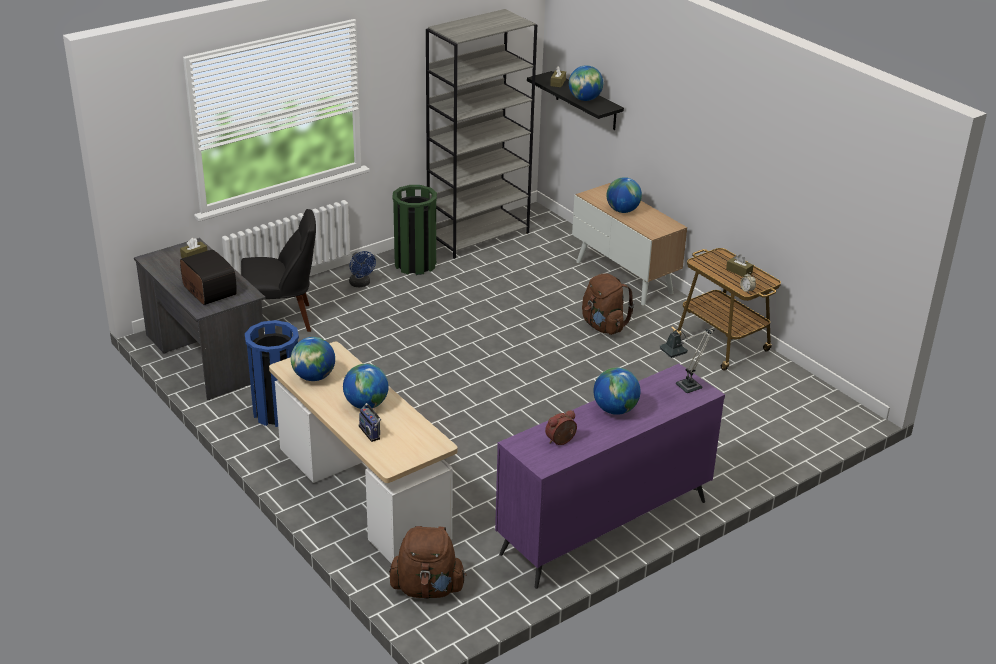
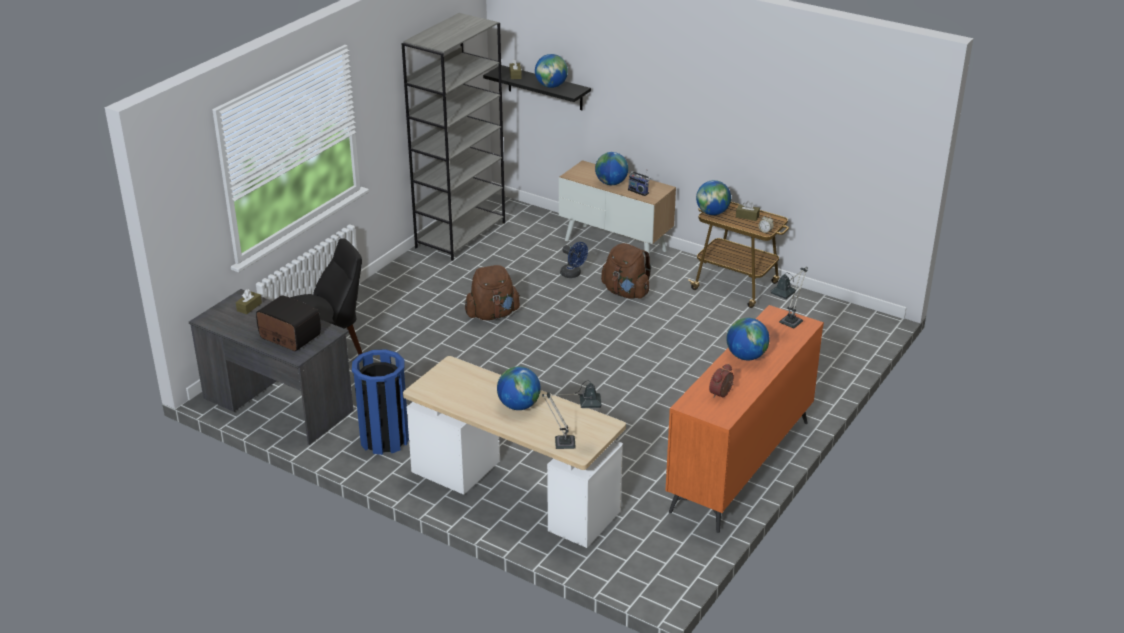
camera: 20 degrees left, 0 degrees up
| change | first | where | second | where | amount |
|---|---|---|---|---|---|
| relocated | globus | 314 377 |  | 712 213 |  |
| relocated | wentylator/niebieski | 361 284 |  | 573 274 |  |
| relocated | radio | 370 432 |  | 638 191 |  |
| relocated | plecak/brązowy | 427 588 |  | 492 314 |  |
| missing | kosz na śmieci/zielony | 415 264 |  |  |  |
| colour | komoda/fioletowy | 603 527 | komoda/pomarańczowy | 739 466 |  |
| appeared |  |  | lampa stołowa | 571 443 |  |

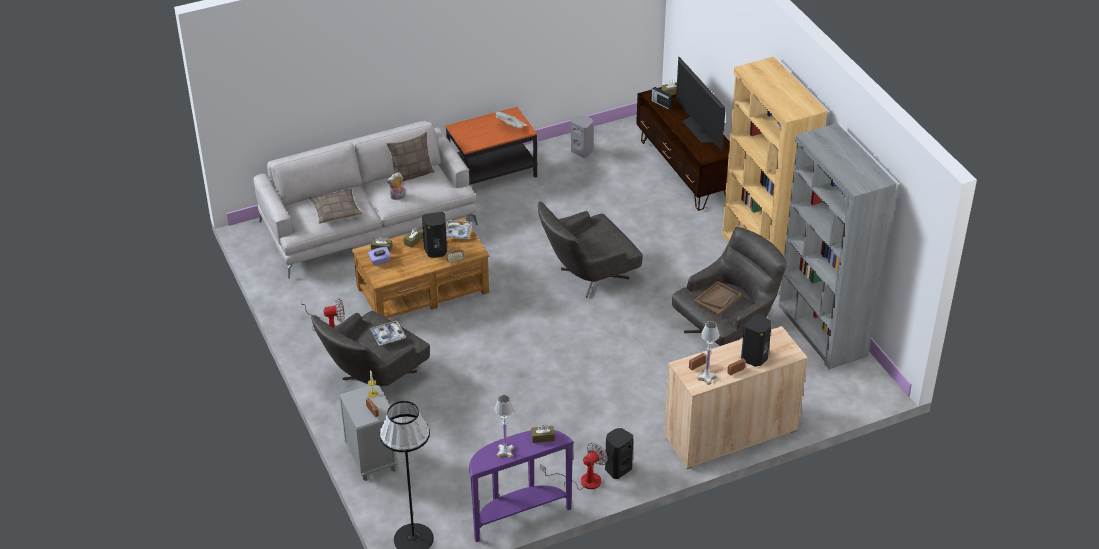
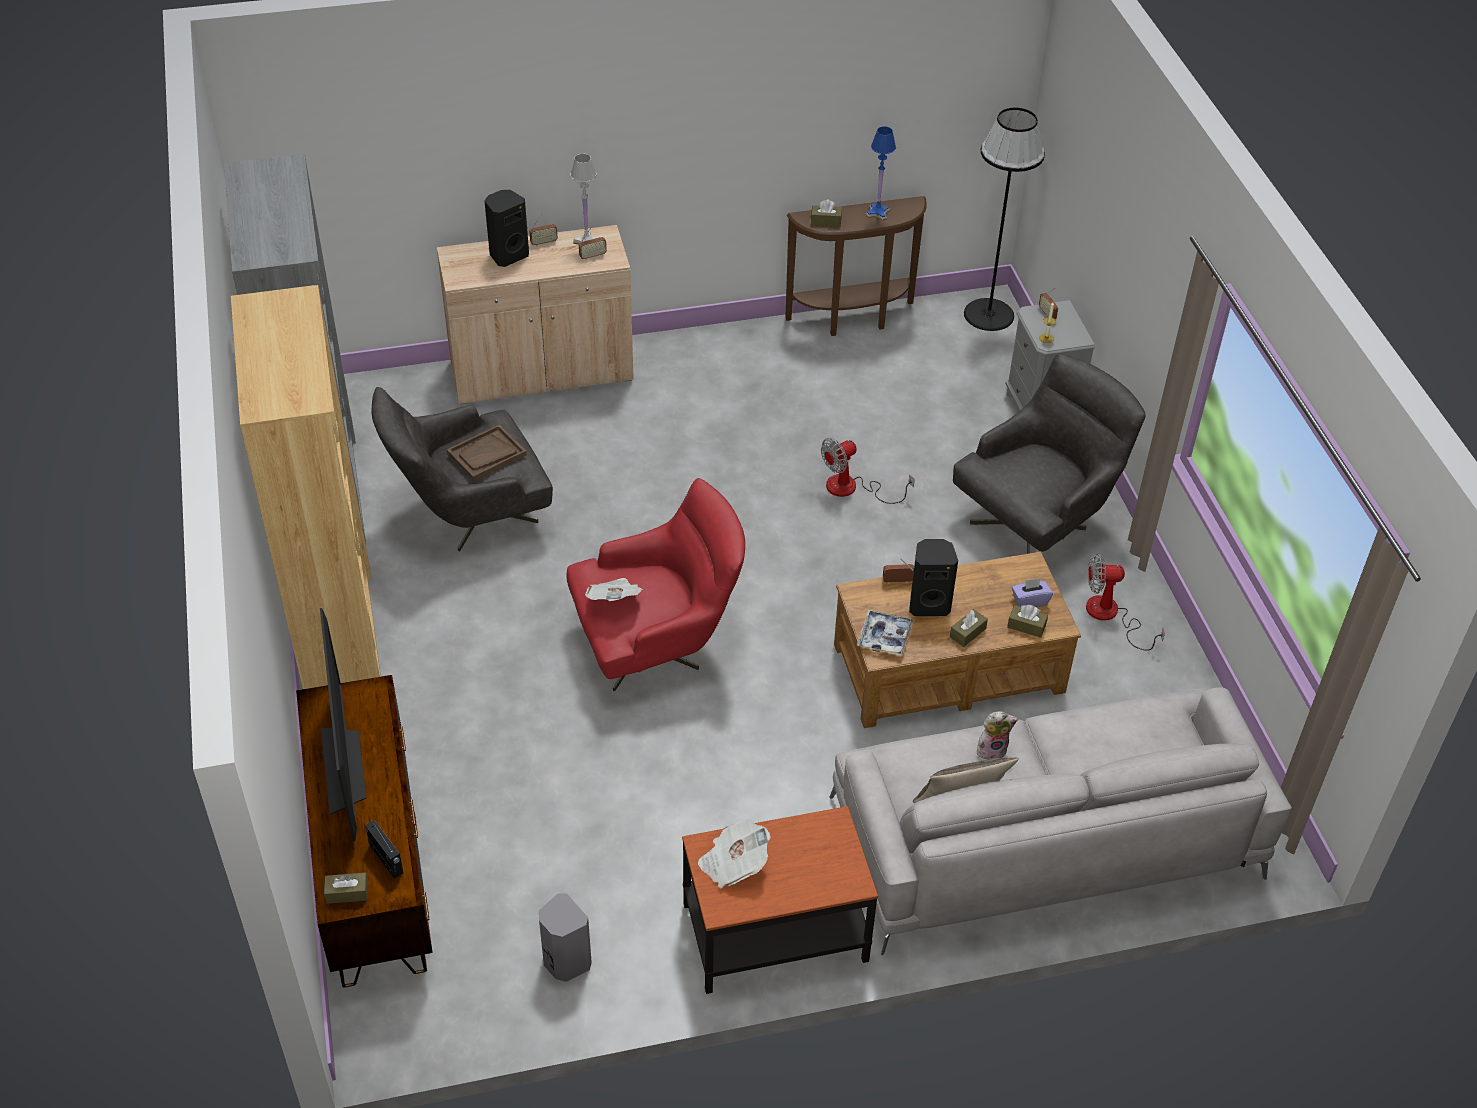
camera: 170 degrees left, 5 degrees up
| change | first | where | second | where | amount |
|---|---|---|---|---|---|
| missing | poduszka | 336 211 |  |  |  |
| missing | taca | 388 336 |  |  |  |
| colour | stolik konsolowy/fioletowy | 518 516 | stolik konsolowy/brązowy | 853 320 |  |
| colour | lampa stołowa/biały | 505 451 | lampa stołowa/niebieski | 877 213 |  |
| colour | fotel/szary | 587 278 | fotel/czerwony | 658 645 |  |
| relocated | wentylator | 582 481 |  | 852 488 |  |
| missing | głośnik/czarny | 617 469 |  |  |  |
| appeared |  |  | gazeta | 614 600 |  |

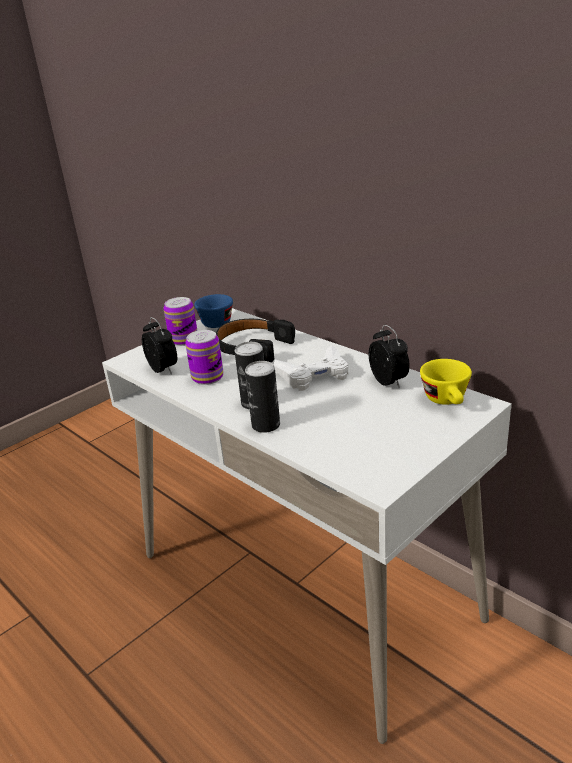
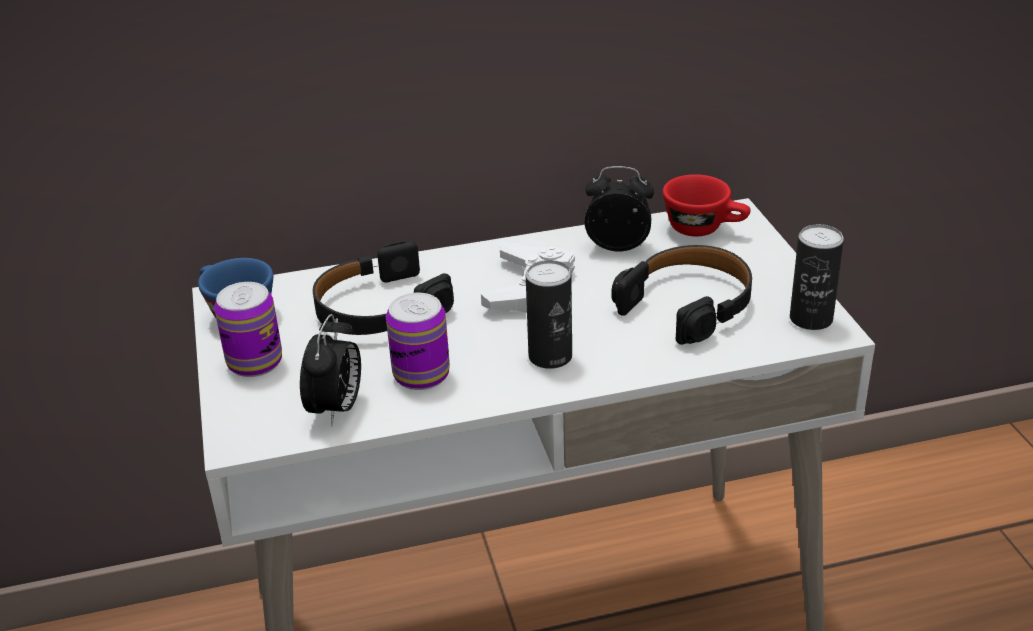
camera: 60 degrees left, 5 degrees up
| change | first | where | second | where | amount |
|---|---|---|---|---|---|
| spun | budzik | 163 370 |  | 336 409 | 105 degrees clockwise |
| relocated | puszka | 266 425 |  | 811 319 |  |
| colour | filiżanka/żółty | 447 401 | filiżanka/czerwony | 705 228 |  |
| appeared |  |  | słuchawki/czarny | 688 304 |  |

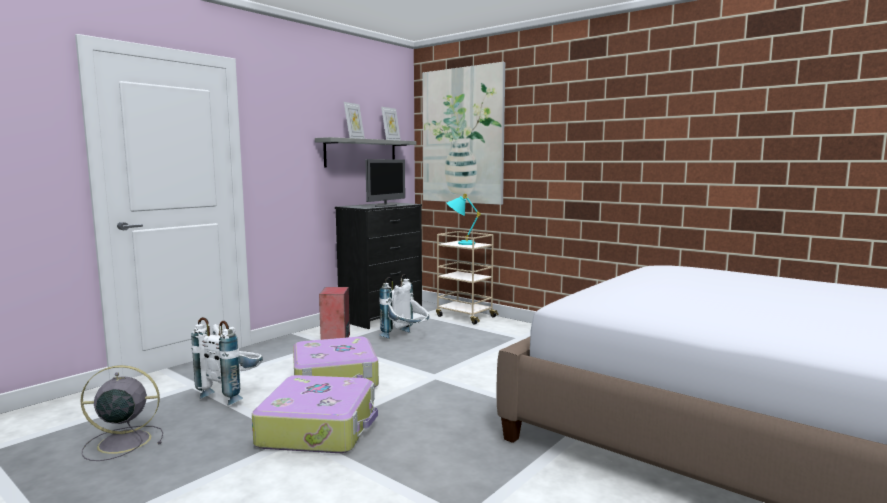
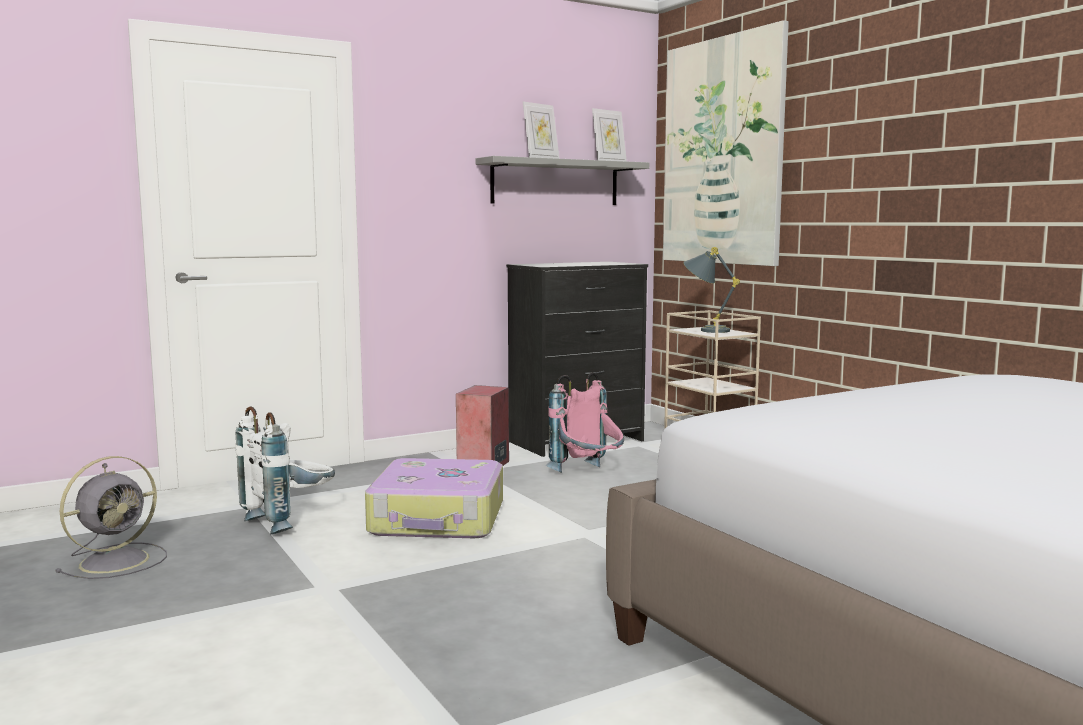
camera: 20 degrees right, 0 degrees up
| change | first | where | second | where | amount |
|---|---|---|---|---|---|
| spun | wentylator/szary | 122 442 |  | 117 560 | 120 degrees clockwise |
| missing | walizka | 319 428 |  |  |  |
| missing | monitor | 386 205 |  |  |  |
| colour | plecak/biały | 406 338 | plecak/różowy | 588 475 |  |
| colour | lampa stołowa/turkusowy | 460 243 | lampa stołowa/szary | 705 330 |  |

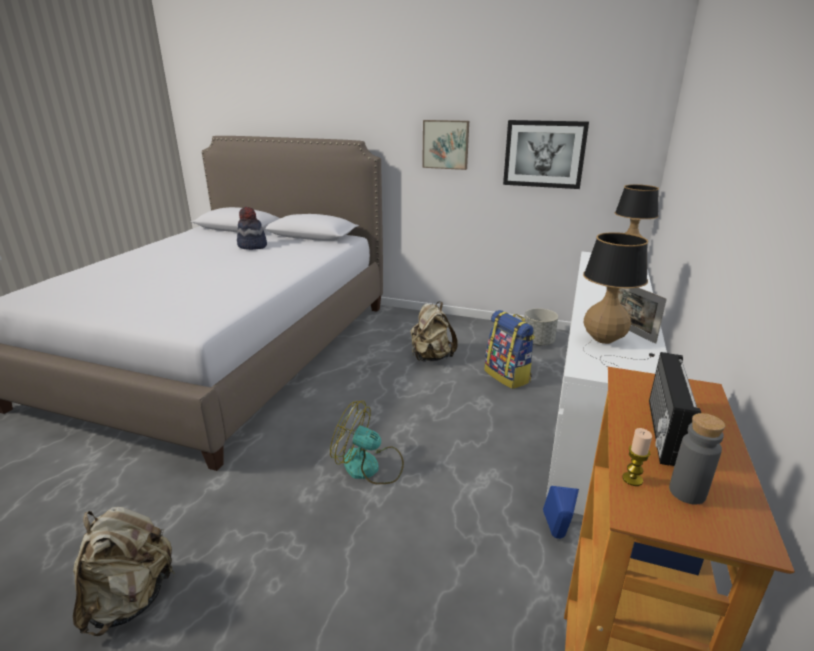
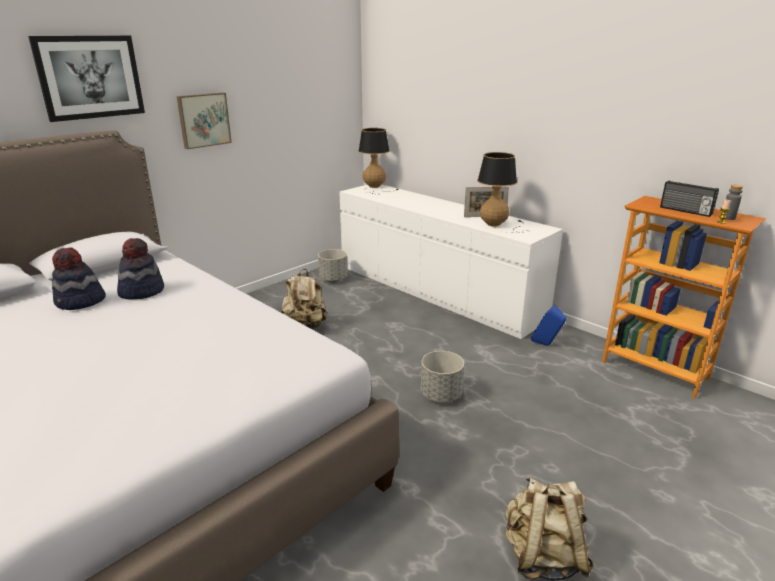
camera: 65 degrees left, 0 degrees up
| change | first | where | second | where | amount |
|---|---|---|---|---|---|
| exchanged | wentylator | 369 467 | donica/szary | 441 395 |  |
| missing | plecak | 508 376 |  |  |  |
| relocated | obraz | 544 154 |  | 90 77 |  |
| appeared |  |  | kapelusz | 141 291 |  |

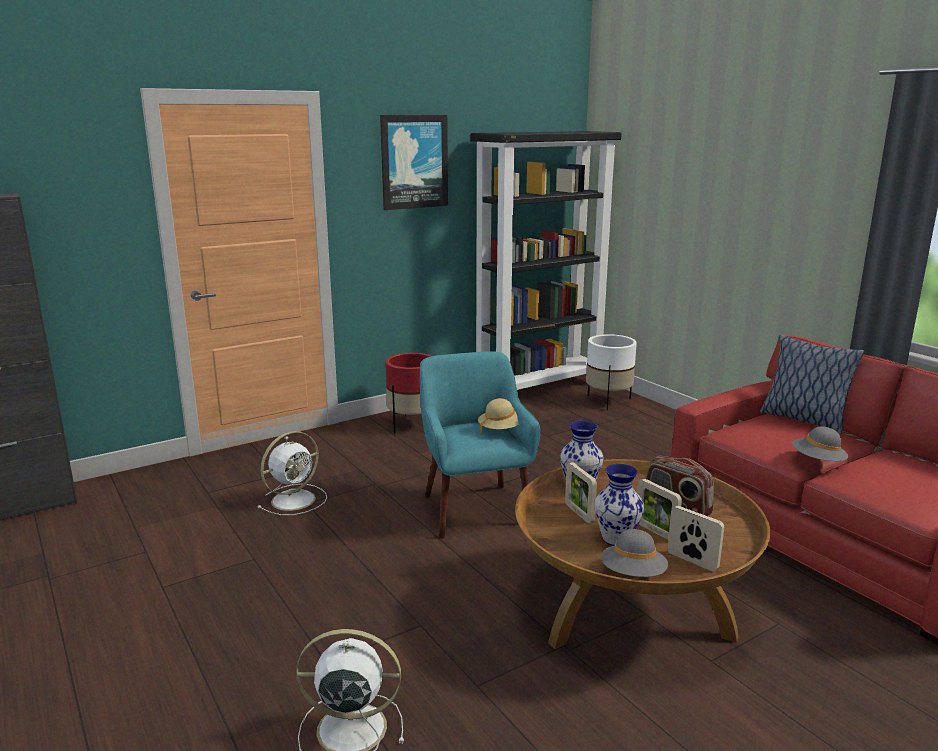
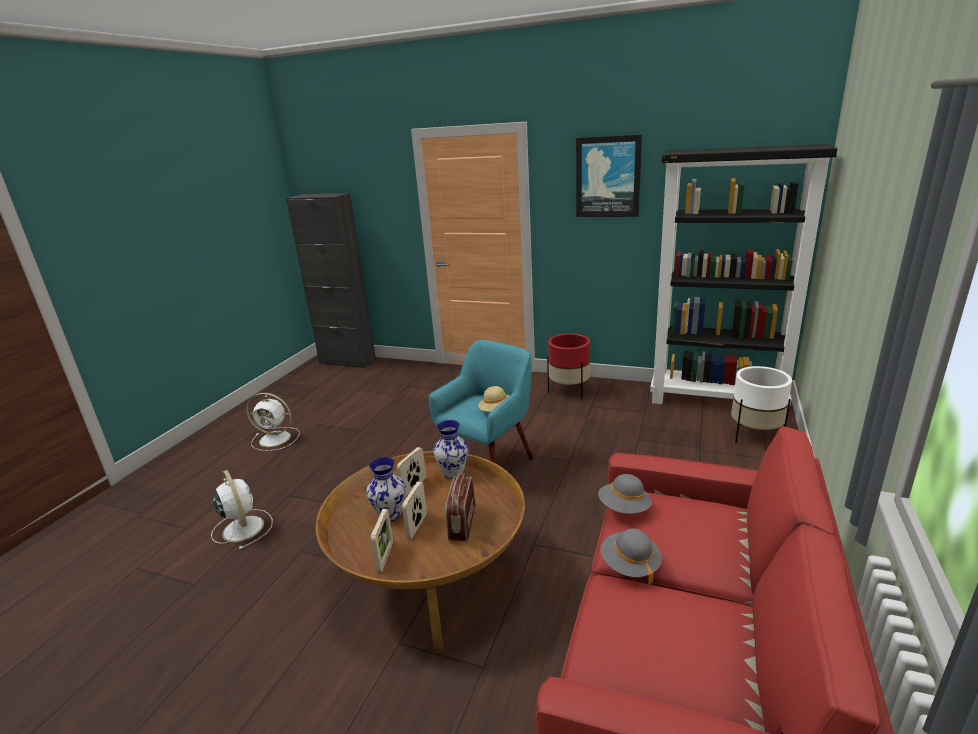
camera: 55 degrees right, 5 degrees up
| change | first | where | second | where | amount |
|---|---|---|---|---|---|
| relocated | wentylator/biały | 295 499 |  | 276 439 |  |
| relocated | kapelusz/szary | 633 574 |  | 624 508 |  |
| missing | poduszka | 802 420 |  |  |  |

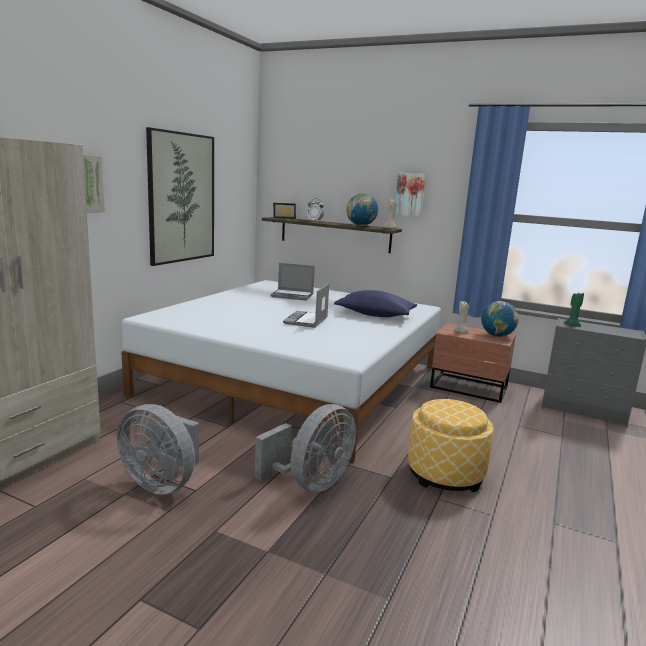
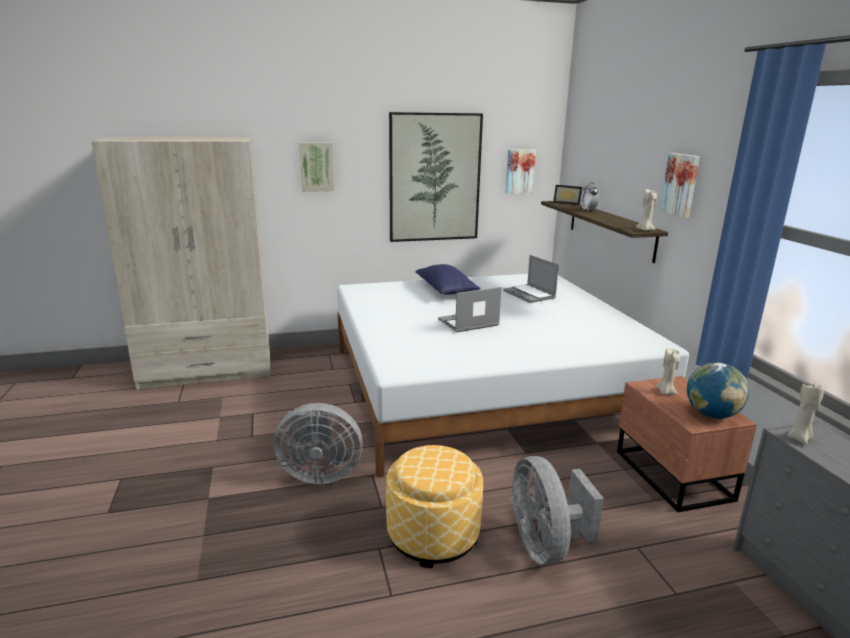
camera: 50 degrees right, 5 degrees up
| change | first | where | second | where | amount |
|---|---|---|---|---|---|
| relocated | wentylator/szary | 162 483 |  | 545 545 |  |
| relocated | poduszka/niebieski | 375 315 |  | 446 290 |  |
| missing | globus | 361 226 |  |  |  |
| colour | świeca/zielony | 572 325 | świeca/beżowy | 799 438 |  |
| appeared |  |  | obraz | 519 171 |  |

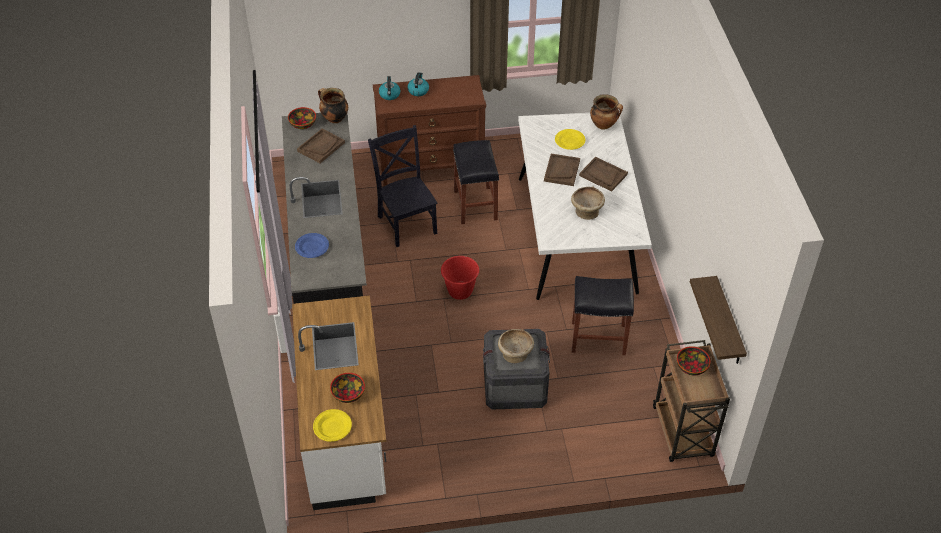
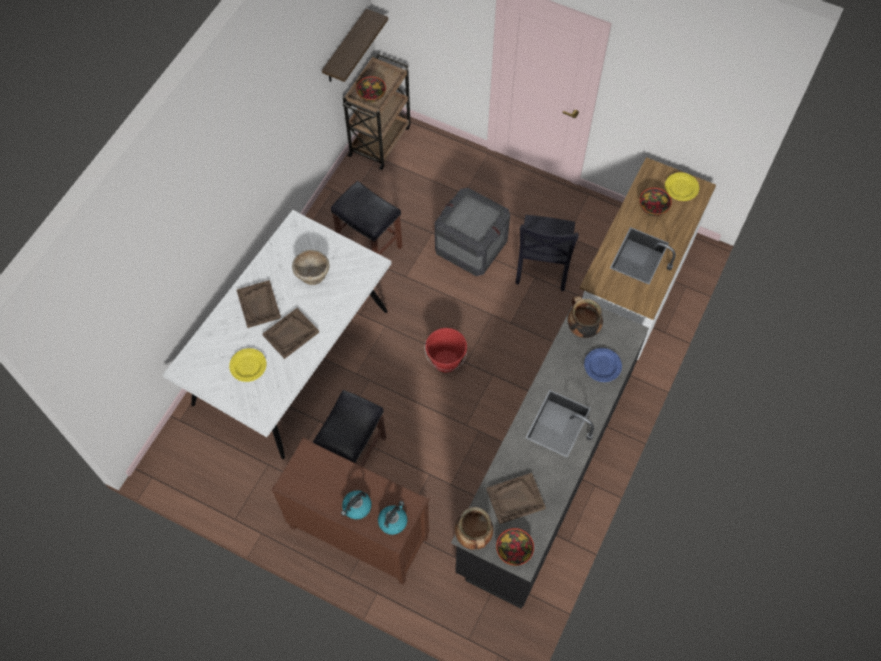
camera: 145 degrees left, 15 degrees up
| change | first | where | second | where | amount |
|---|---|---|---|---|---|
| relocated | krzesło/czarny | 406 222 |  | 542 268 |  |
| missing | miska/beżowy | 515 354 |  |  |  |
| relocated | garnek | 604 125 |  | 582 328 |  |

